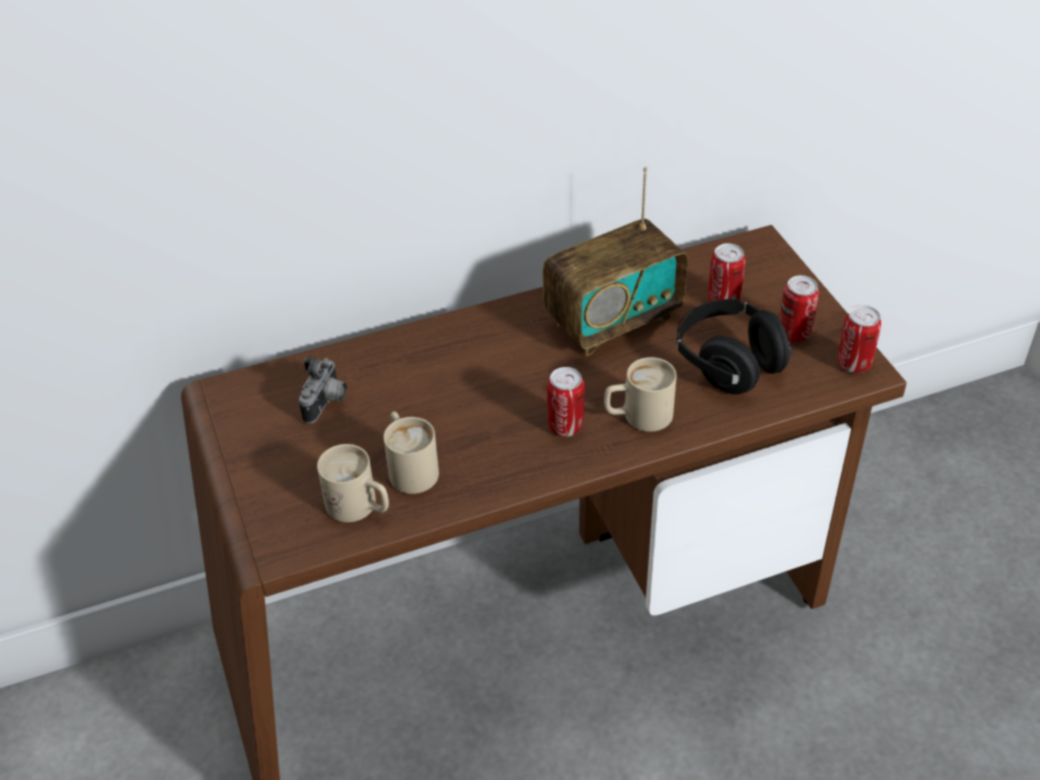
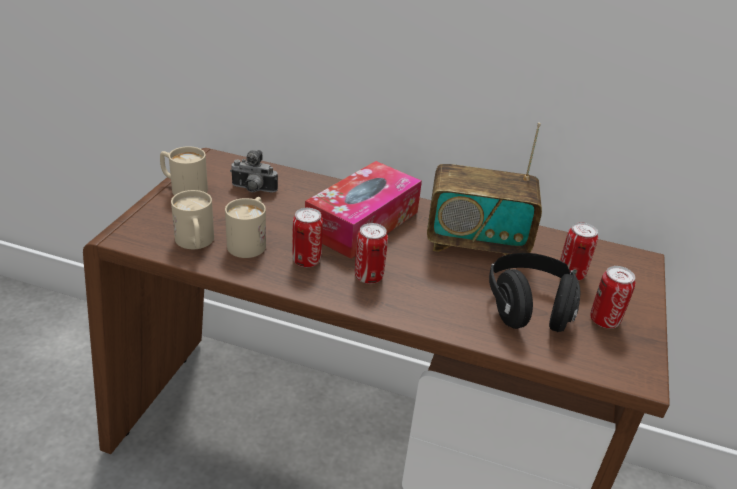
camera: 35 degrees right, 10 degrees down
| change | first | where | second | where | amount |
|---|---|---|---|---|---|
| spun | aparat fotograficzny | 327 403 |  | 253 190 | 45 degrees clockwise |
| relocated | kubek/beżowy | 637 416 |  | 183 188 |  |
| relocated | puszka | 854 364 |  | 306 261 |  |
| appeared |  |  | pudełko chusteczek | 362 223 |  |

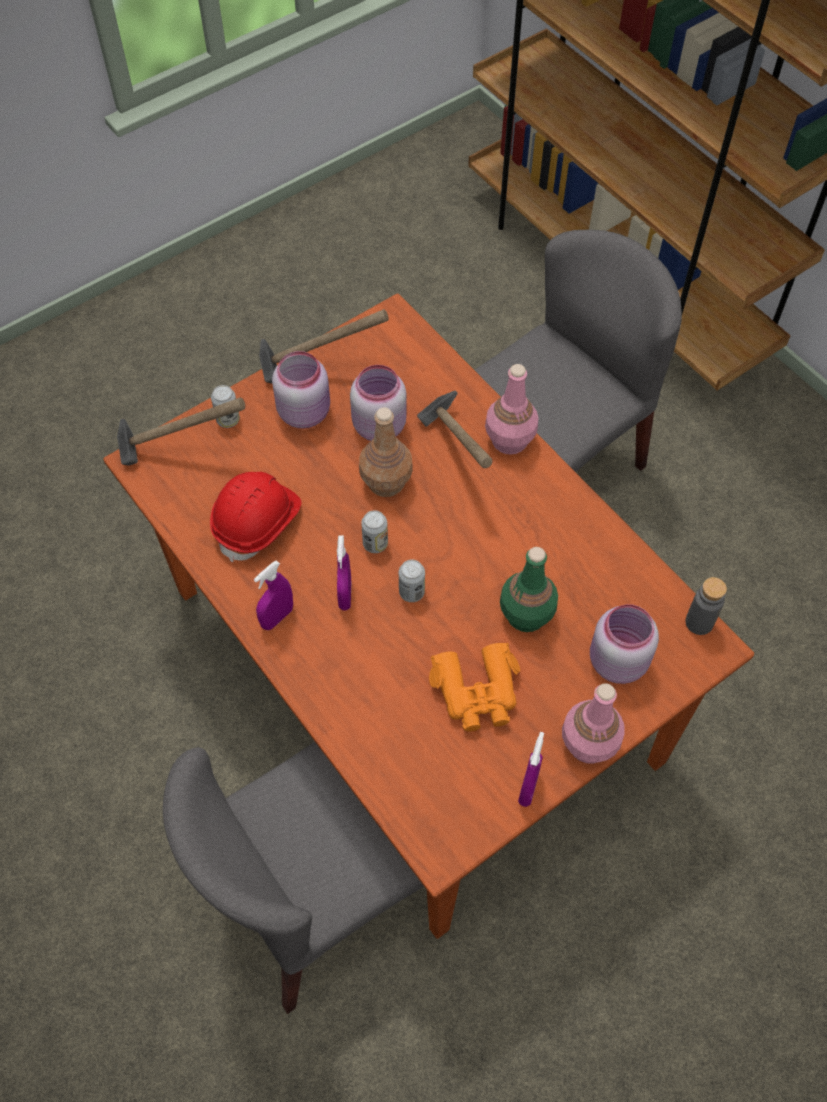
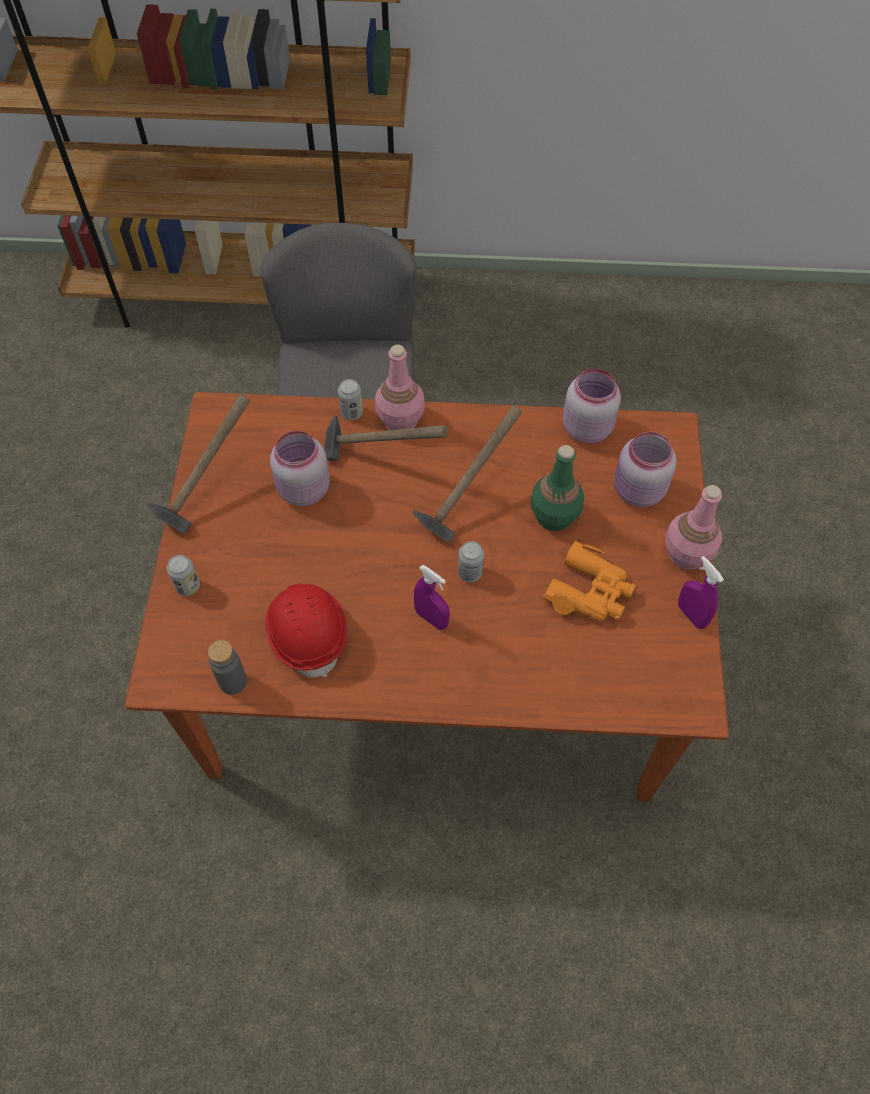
camera: 50 degrees left, 0 degrees up
| change | first | where | second | where | amount |
|---|---|---|---|---|---|
| relocated | młotek | 180 451 |  | 466 500 |  |
| missing | krzesło/szary | 322 893 |  |  |  |
| missing | spryskiwacz/fioletowy | 277 617 |  |  |  |
| relocated | słoik/różowy | 305 411 |  | 586 427 |  |
| missing | butelka/brązowy | 386 481 |  |  |  |
| relocated | puszka | 375 544 |  | 351 413 |  |
| relocated | butelka/szary | 699 622 |  | 233 681 |  |

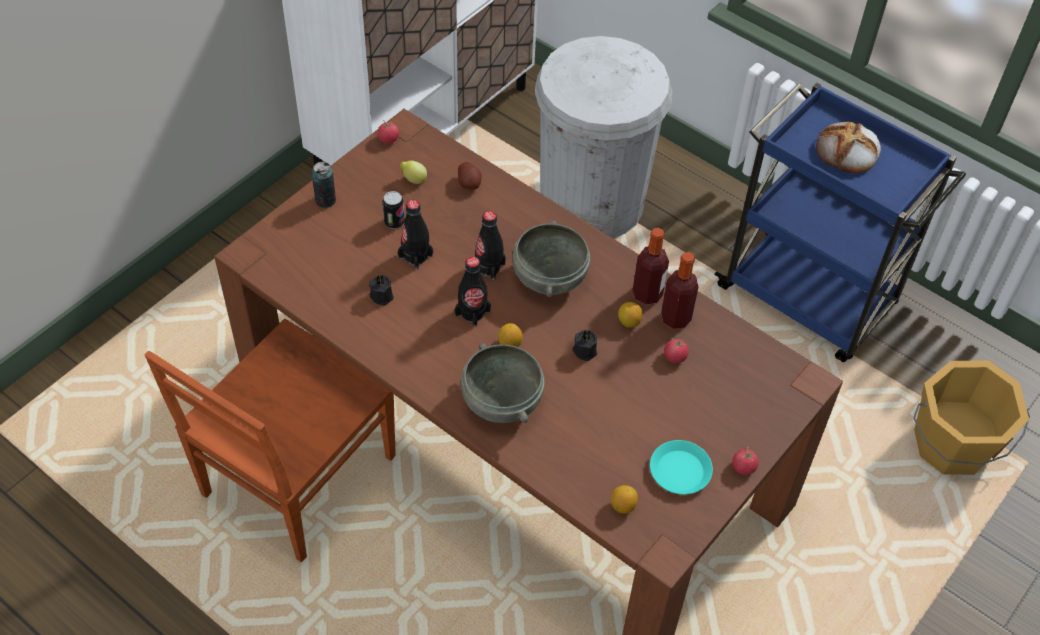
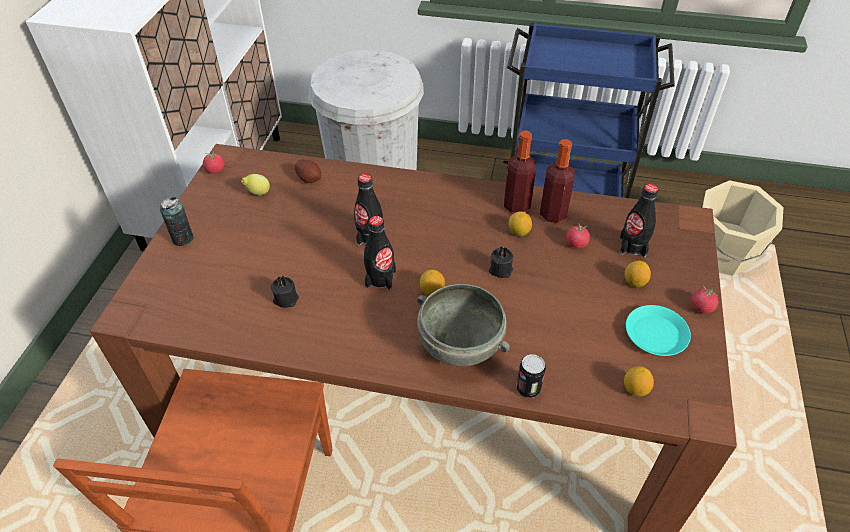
camera: 25 degrees left, 5 degrees down
| change | first | where | second | where | amount |
|---|---|---|---|---|---|
| relocated | puszka | 394 222 |  | 528 389 |  |
| relocated | butelka/czarny | 415 256 |  | 632 246 |  |
| missing | miska/szary | 548 278 |  |  |  |
| missing | chleb | 847 152 |  |  |  |
| colour | wiadro/pomarańczowy | 952 446 | wiadro/beżowy | 722 255 |  |
| appeared |  |  | cytryna | 634 282 |  |

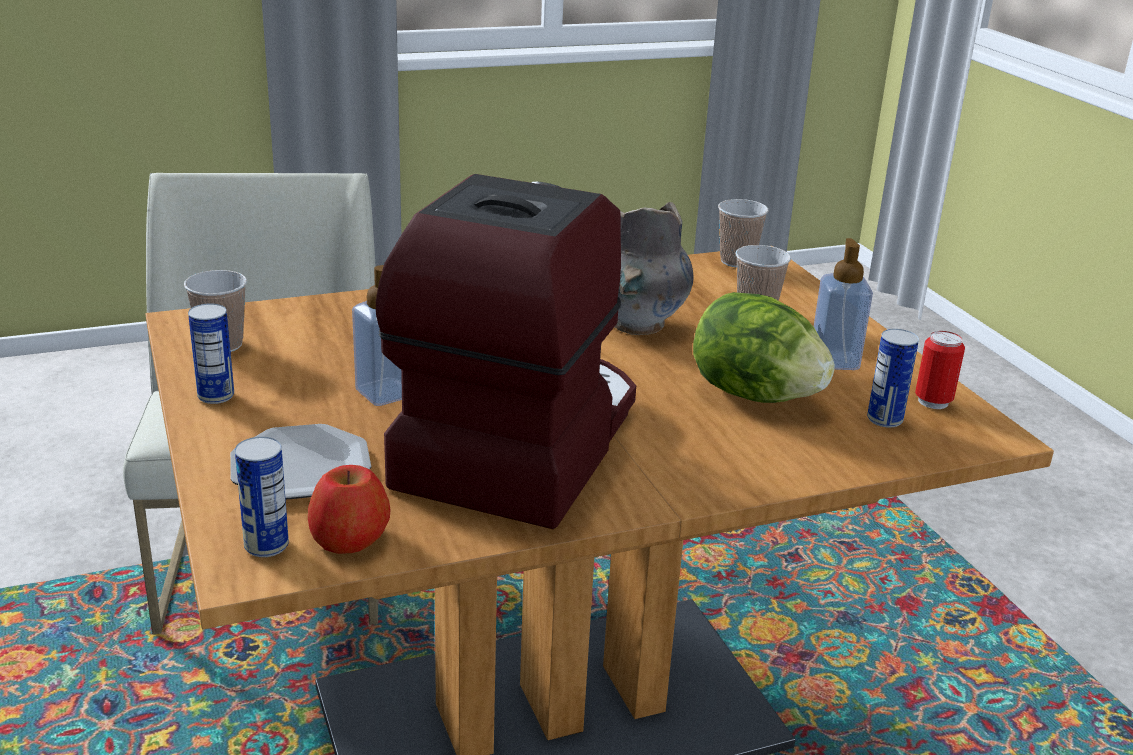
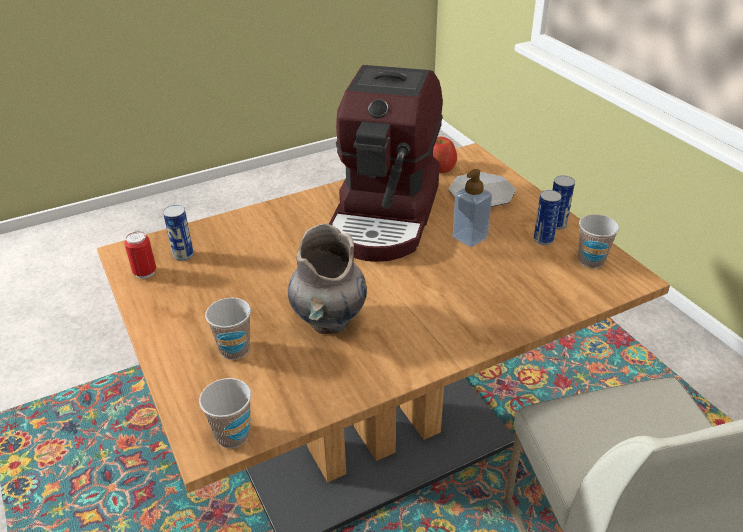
camera: 175 degrees right, 10 degrees up
| change | first | where | second | where | amount |
|---|---|---|---|---|---|
| relocated | puszka | 266 545 |  | 543 240 |  |
| missing | sałata | 754 395 |  |  |  |
| missing | dozownik mydła | 834 361 |  |  |  |

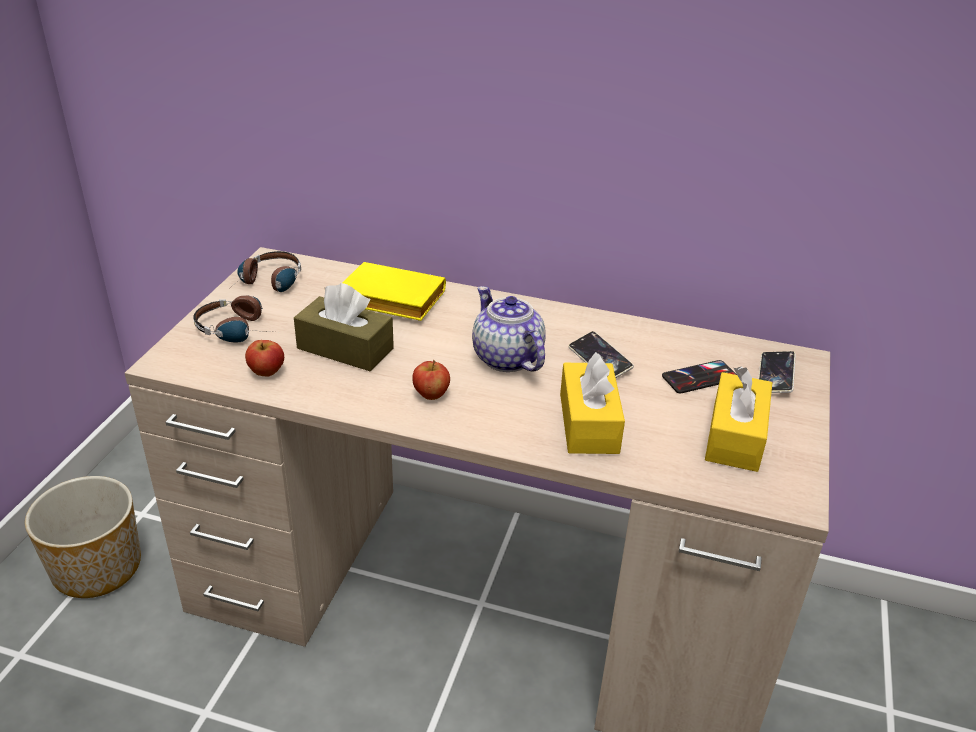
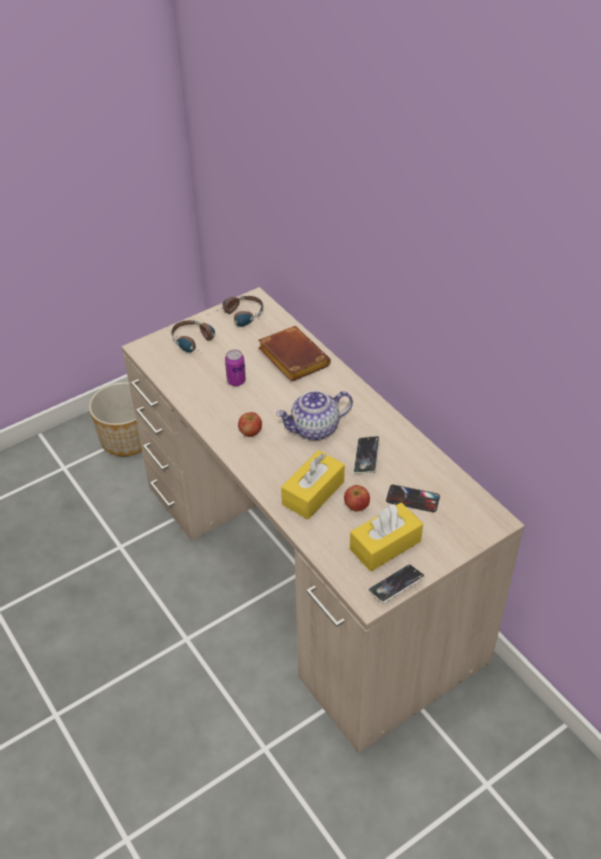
camera: 40 degrees right, 10 degrees up
| change | first | where | second | where | amount |
|---|---|---|---|---|---|
| relocated | jabłko | 266 372 |  | 356 506 |  |
| exchanged | pudełko chusteczek/brązowy | 345 348 | puszka | 236 381 |  |
| colour | książka/żółty | 388 300 | książka/brązowy | 291 358 |  |
| spun | imbryk | 506 358 |  | 314 429 | 120 degrees counterclockwise |
| relocated | telefon | 775 376 |  | 396 585 |  |

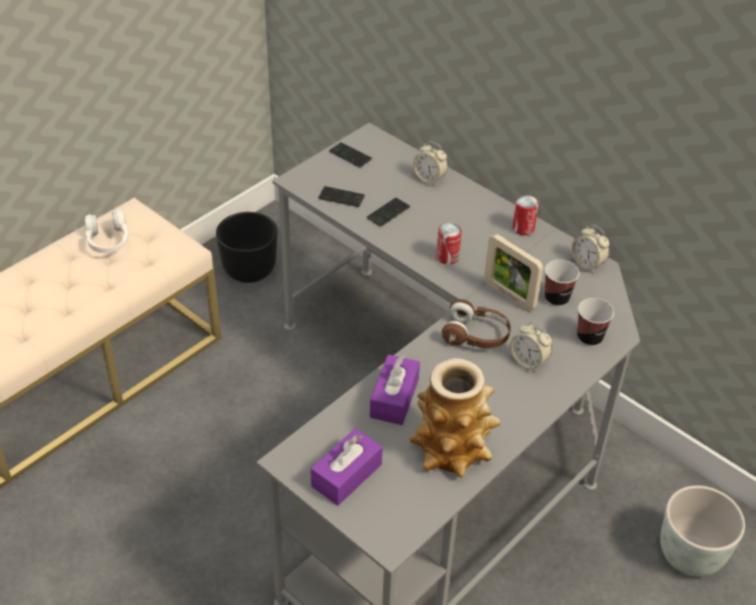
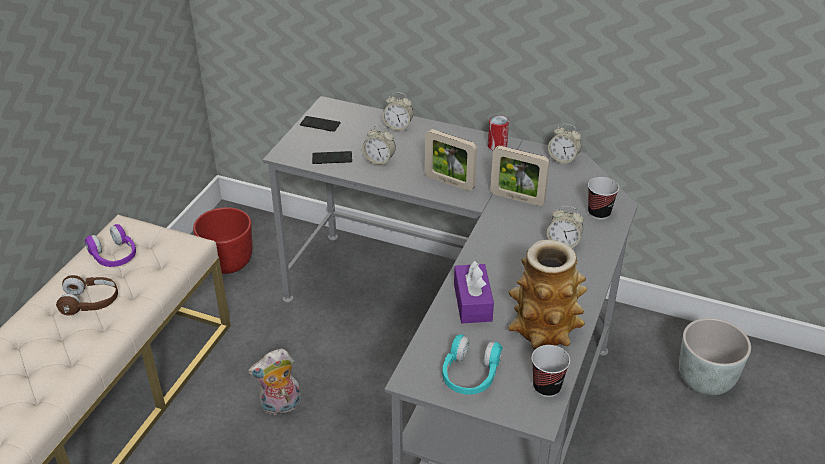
camera: 20 degrees left, 5 degrees down
| change | first | where | second | where | amount |
|---|---|---|---|---|---|
| colour | słuchawki/biały | 108 241 | słuchawki/fioletowy | 114 256 |  |
| colour | donica/czarny | 250 271 | donica/czerwony | 229 263 |  |
| exchanged | pudełko chusteczek/fioletowy | 346 475 | słuchawki/turkusowy | 469 375 |  |
| exchanged | telefon | 388 213 | budzik | 379 161 |  |
| exchanged | puszka | 447 257 | ramka na zdjęcie | 449 182 |  |
| relocated | słuchawki/brązowy | 476 335 |  | 90 302 |  |
| relocated | filiżanka | 556 298 |  | 546 387 |  |
| appeared |  |  | pluszak | 280 407 |  |

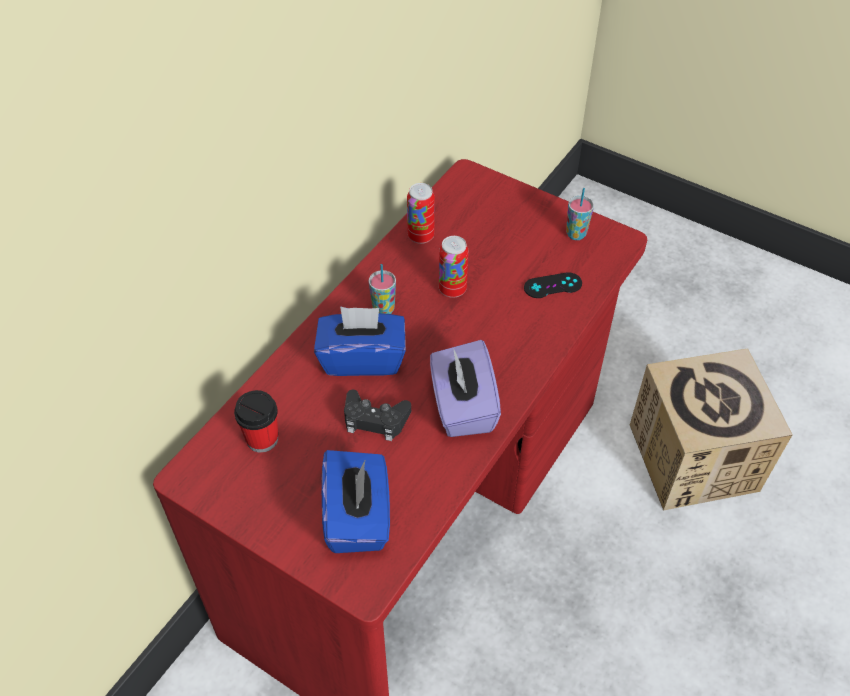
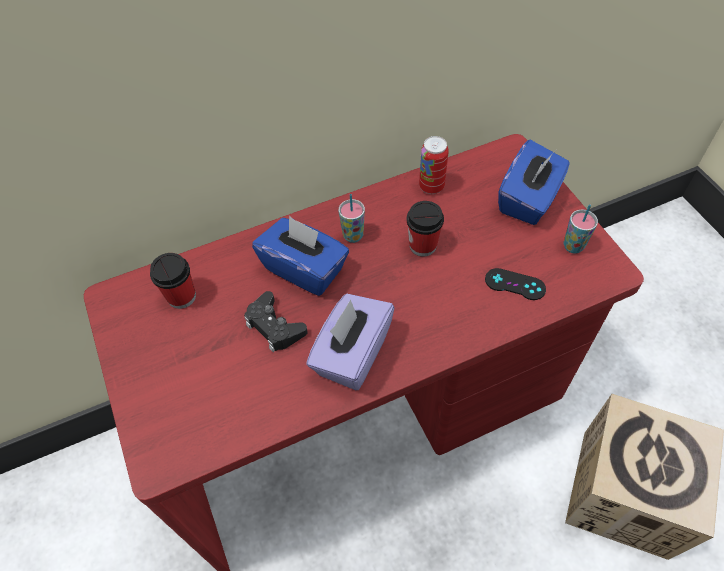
camera: 35 degrees right, 5 degrees up
| change | first | where | second | where | amount |
|---|---|---|---|---|---|
| relocated | pudełko chusteczek/niebieski | 358 518 |  | 529 199 |  |
| exchanged | puszka | 452 289 | filiżanka | 423 245 |  |

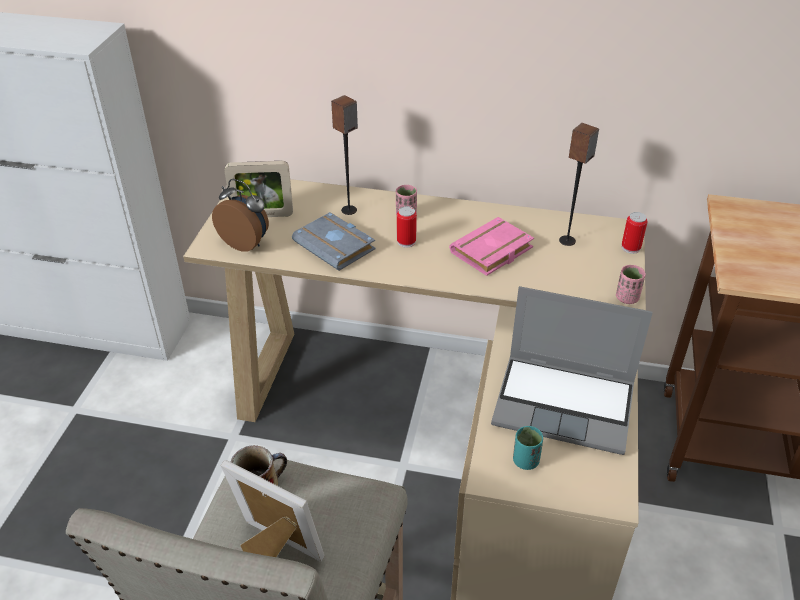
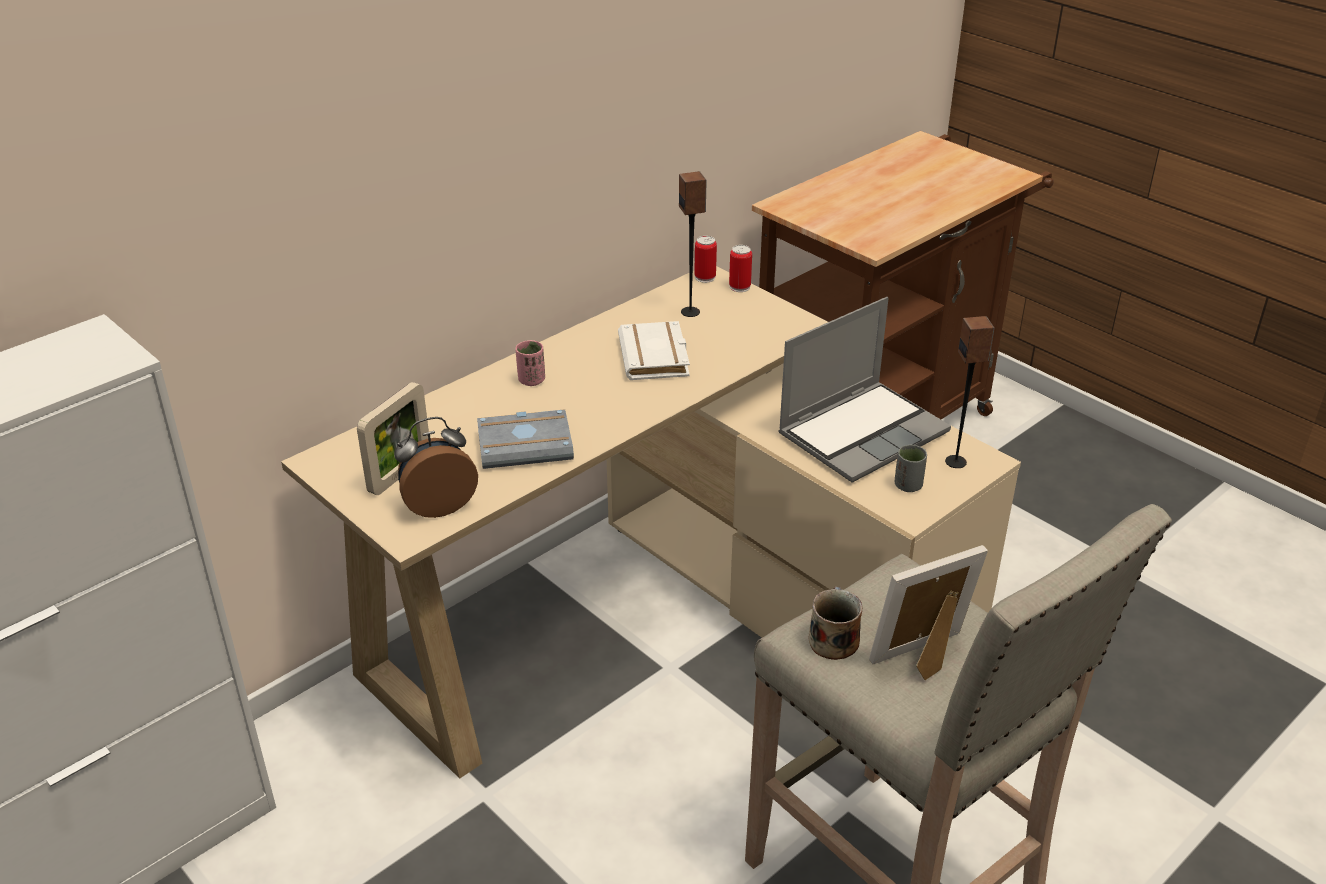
camera: 55 degrees left, 5 degrees down
| change | first | where | second | where | amount |
|---|---|---|---|---|---|
| relocated | głośnik | 349 210 |  | 956 462 |  |
| relocated | puszka | 406 242 |  | 705 277 |  |
| colour | książka/różowy | 492 252 | książka/biały | 657 358 |  |
| colour | filiżanka/turkusowy | 525 461 | filiżanka/szary | 908 485 |  |
| missing | filiżanka/różowy | 627 298 |  |  |  |

